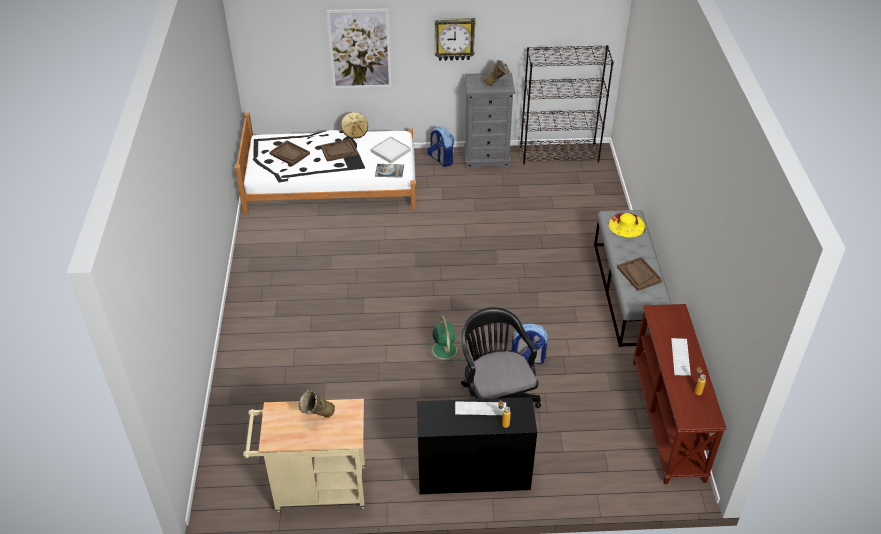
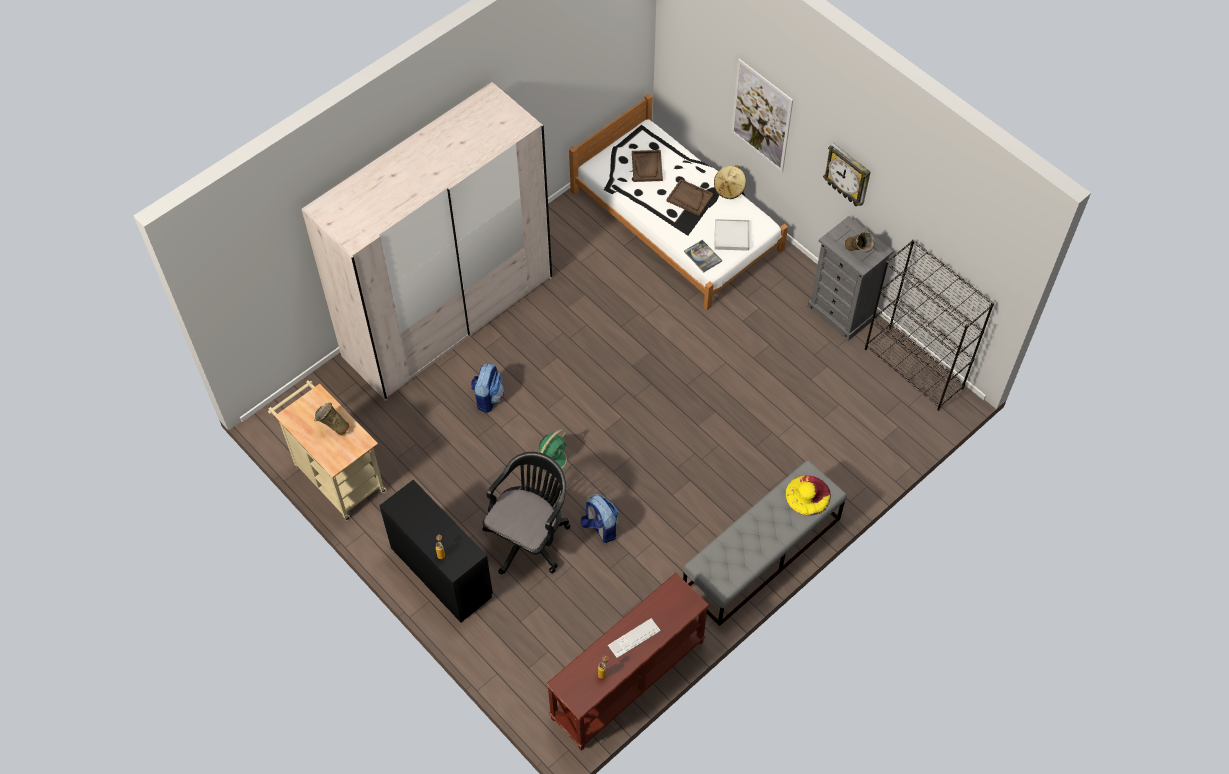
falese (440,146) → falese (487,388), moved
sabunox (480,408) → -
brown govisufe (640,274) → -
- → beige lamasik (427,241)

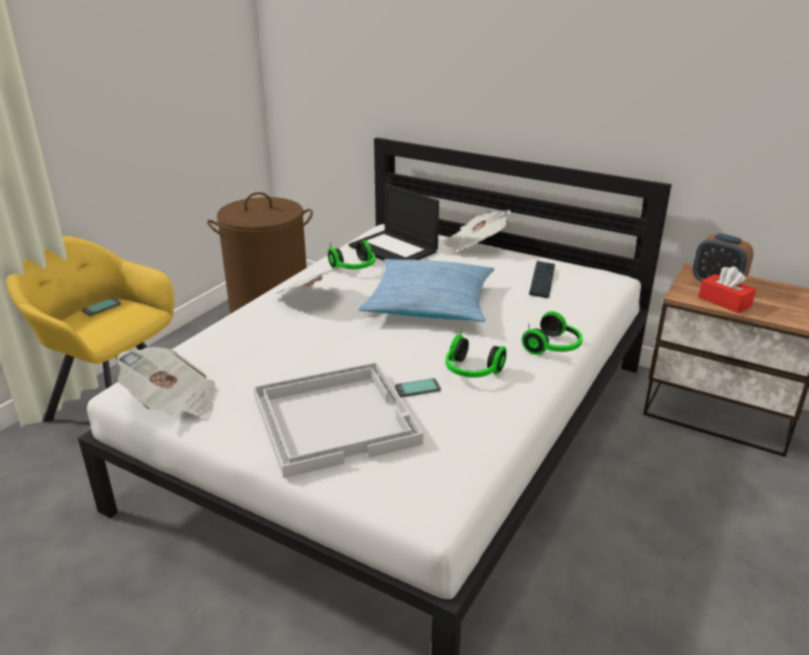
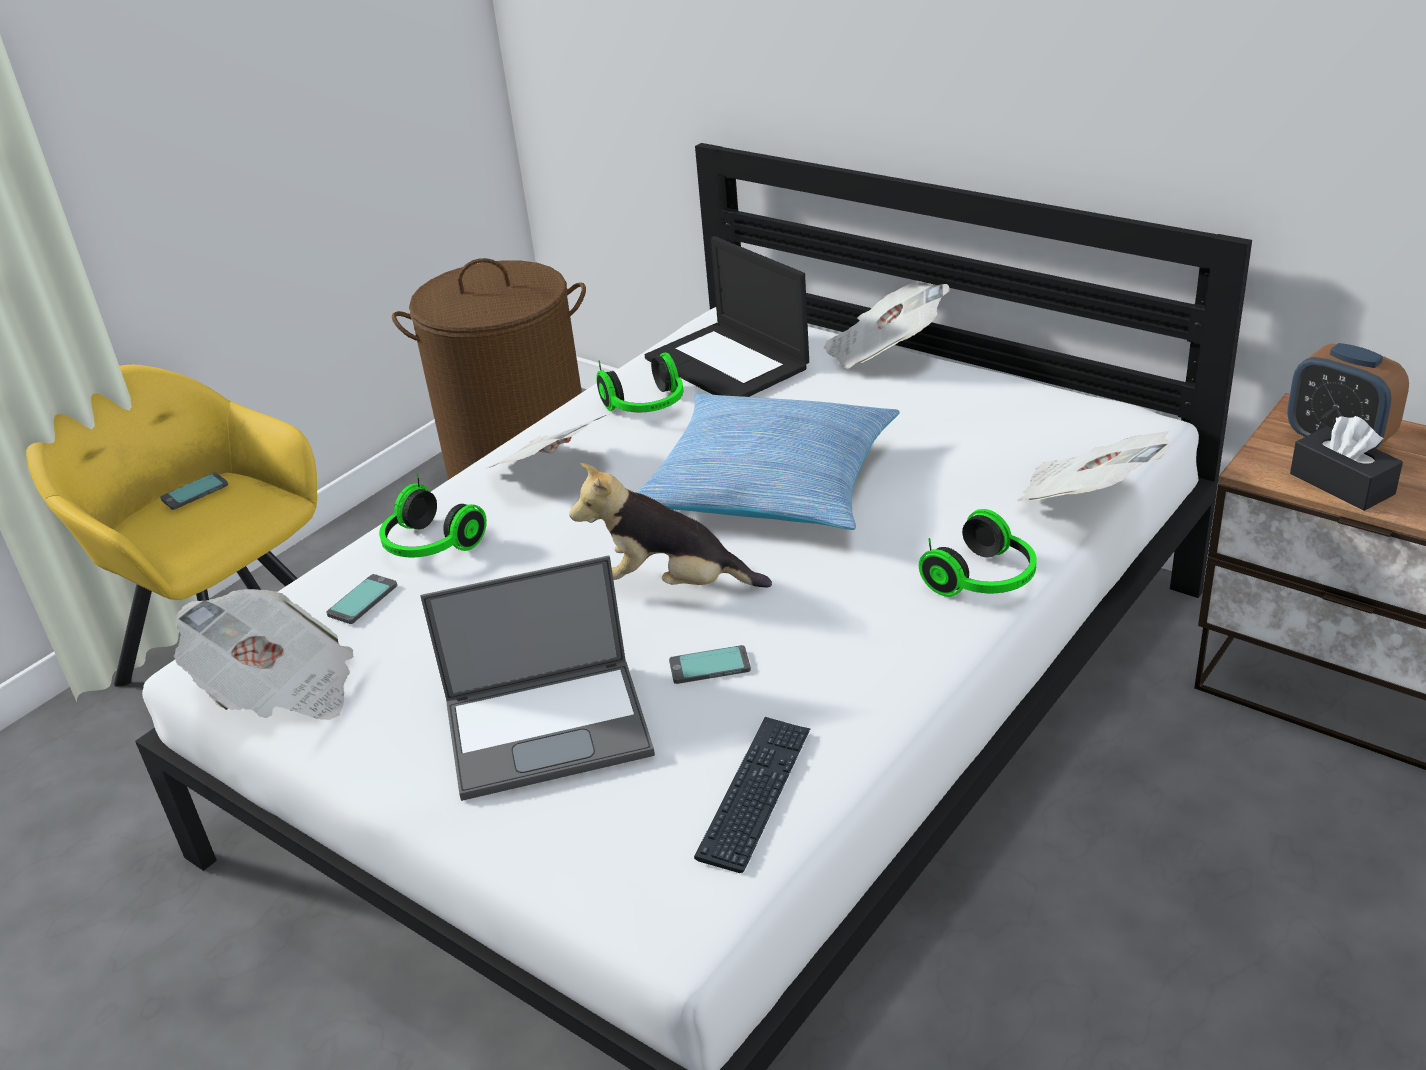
white govisufe (338,420) → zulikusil (537,678)
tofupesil (476,352) → tofupesil (433,515), moved
sabunox (542,279) → sabunox (752,795), moved
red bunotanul (727,289) → black bunotanul (1346,463)
- → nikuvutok (361,599)
- → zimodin (670,525)
- → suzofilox (1094,466)

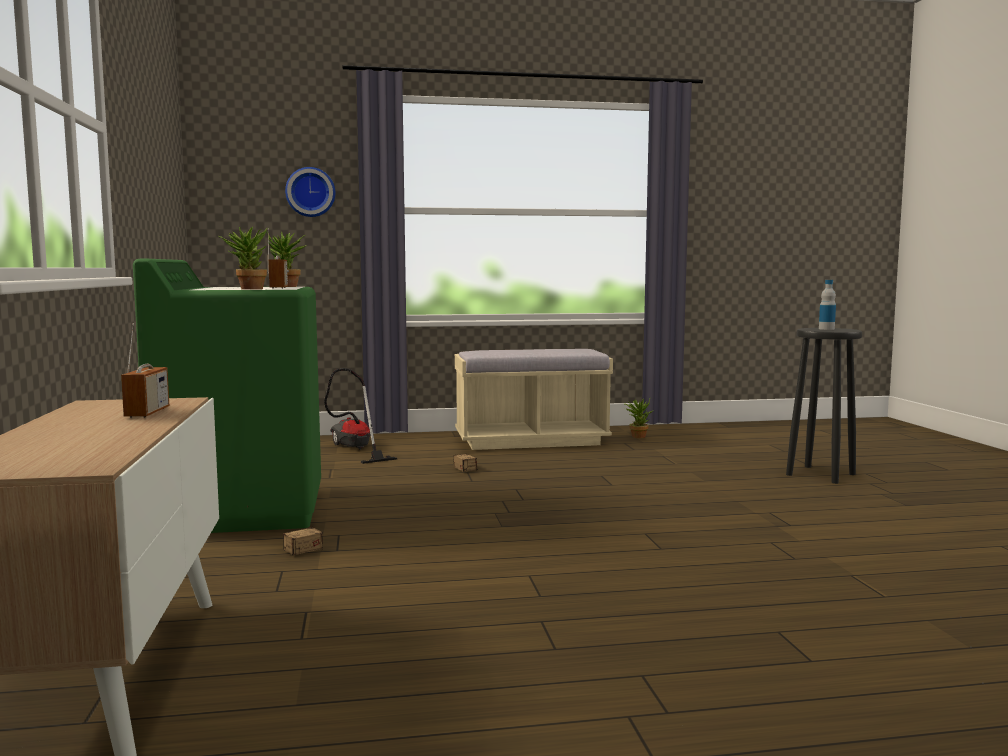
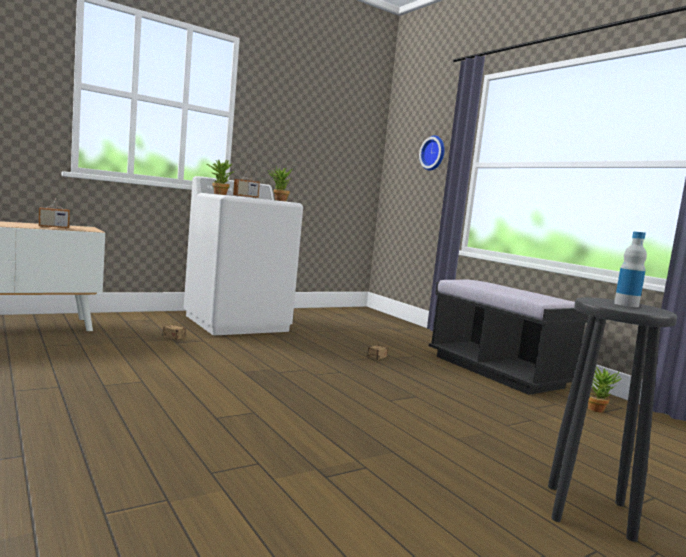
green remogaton (227,396) → white remogaton (243,255)
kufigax (360,416) → -
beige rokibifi (534,399) → black rokibifi (509,337)

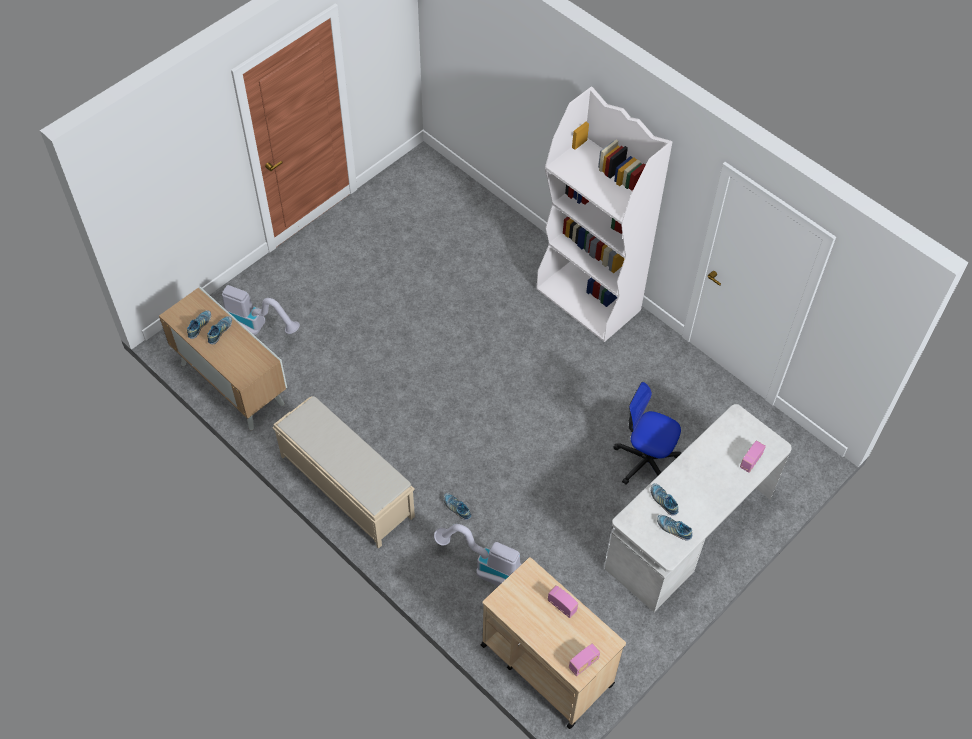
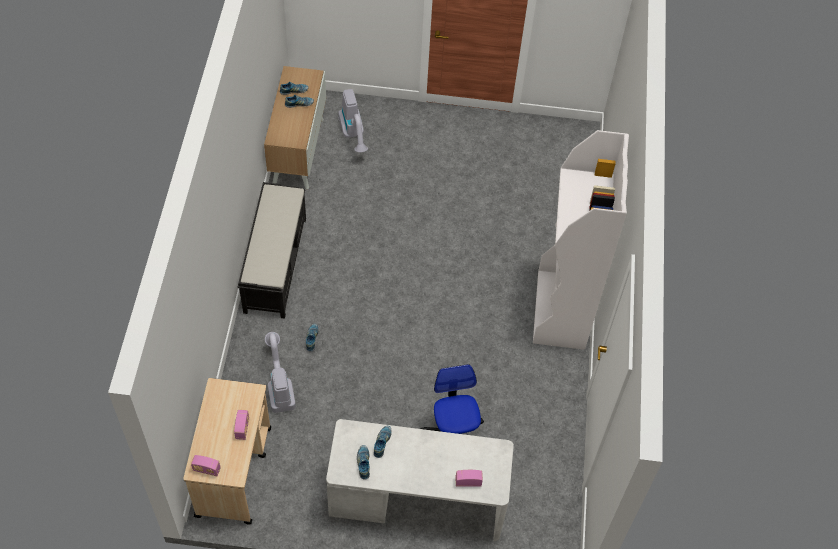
beige rokibifi (343,472) → black rokibifi (272,250)

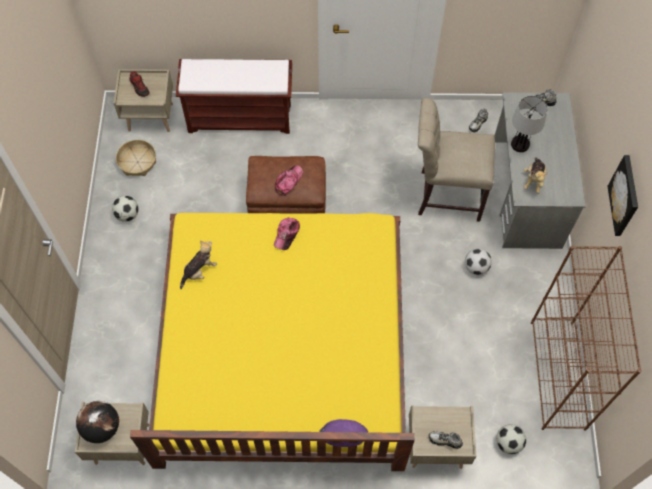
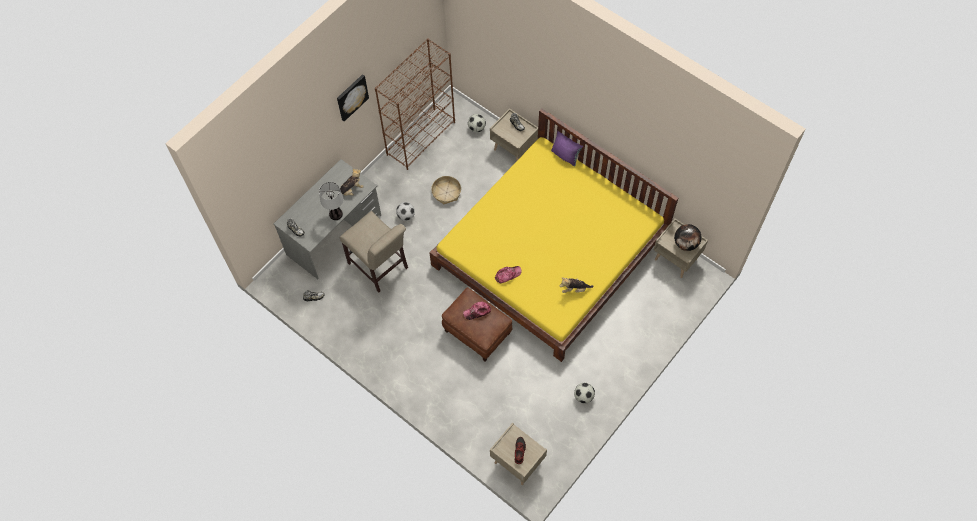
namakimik (136,158) → namakimik (446,190), moved
brown rokibifi (234,96) → -

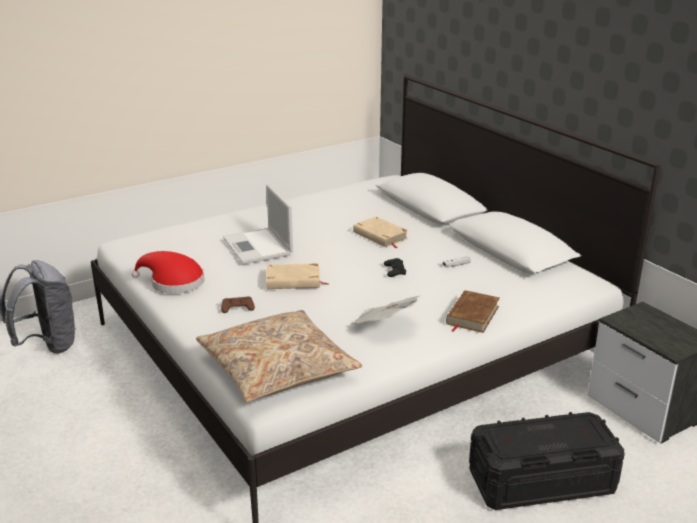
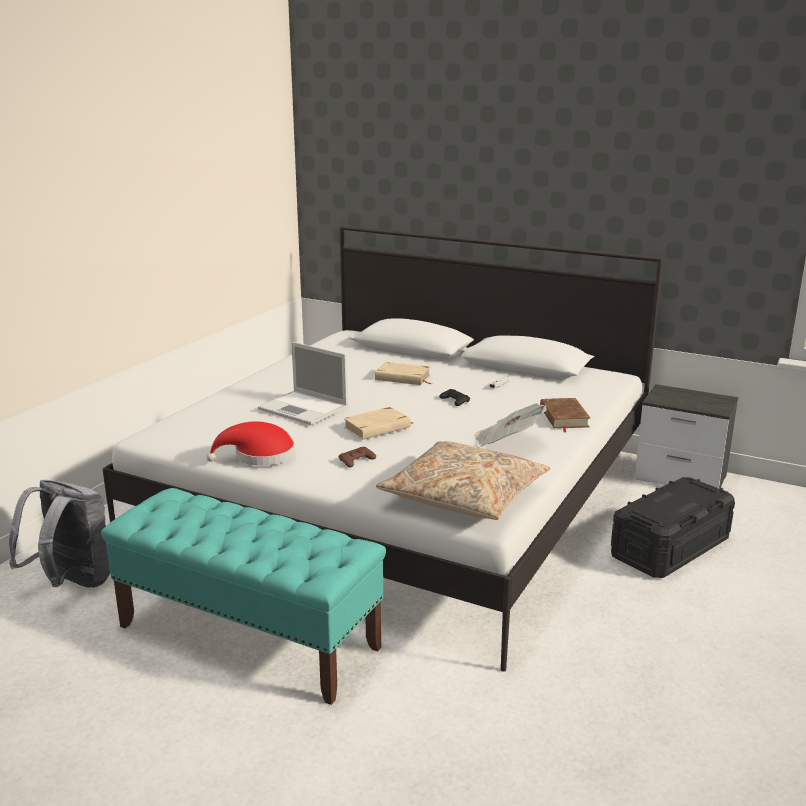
- → turquoise rokibifi (243,596)

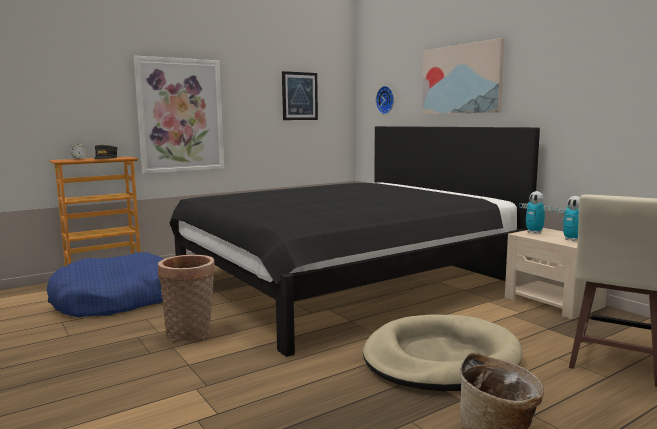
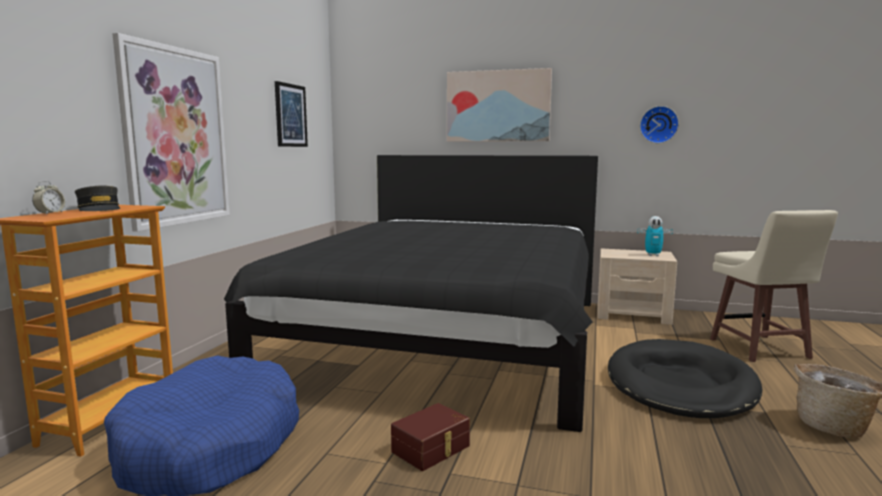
namakimik (186,298) → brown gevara (430,437)
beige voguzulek (442,352) → black voguzulek (685,378)
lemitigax (385,100) → lemitigax (659,124), moved
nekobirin (536,212) → -

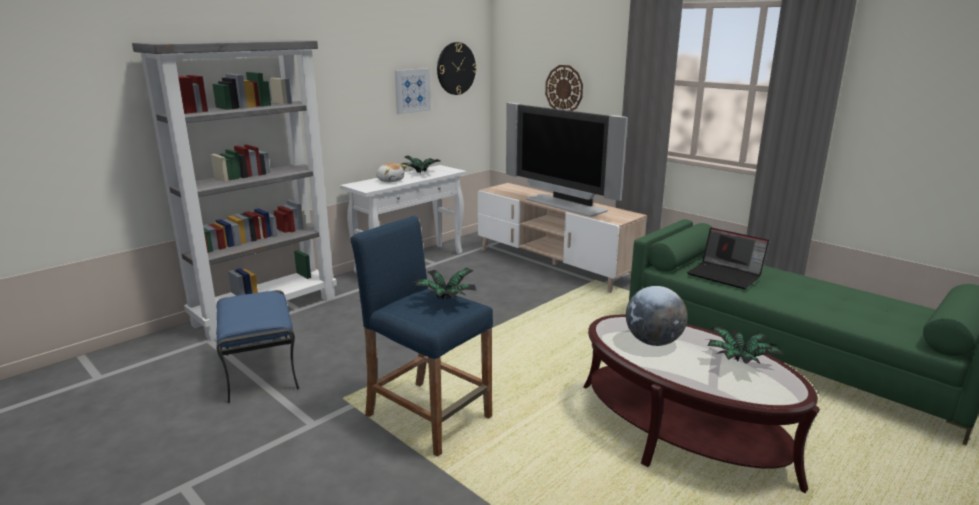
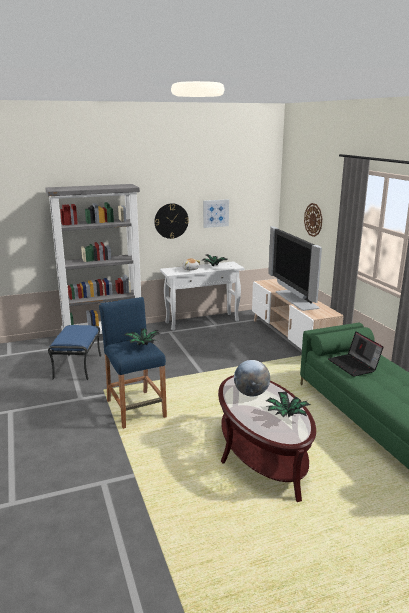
lemitigax (457,68) → lemitigax (171,221), moved

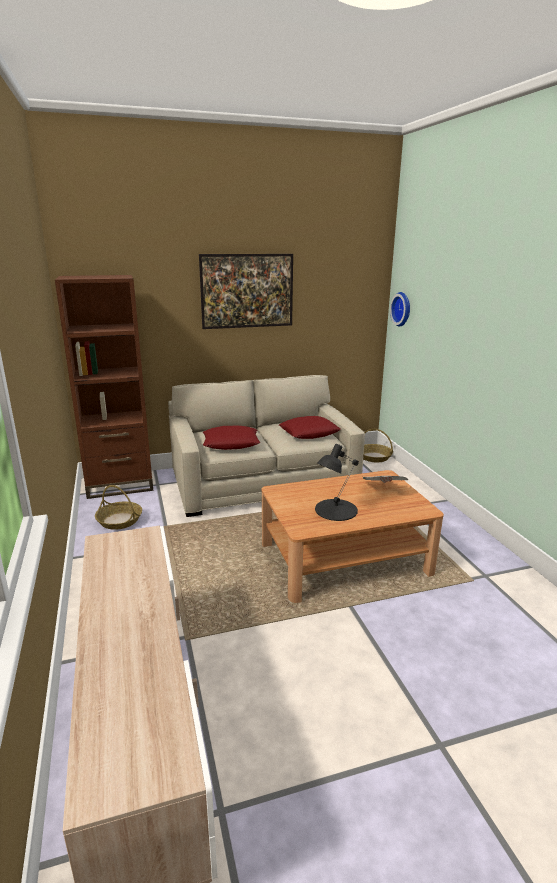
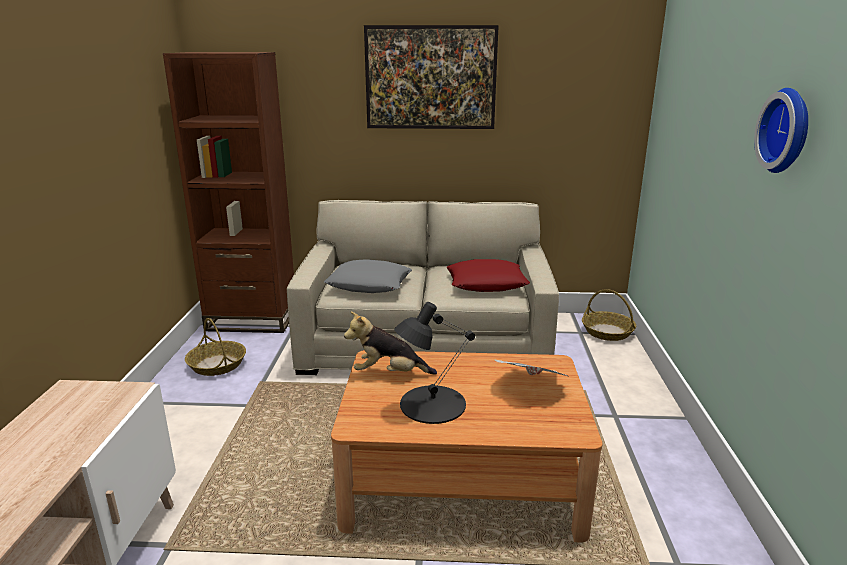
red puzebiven (231,437) → grey puzebiven (368,276)
lemitigax (400,309) → lemitigax (781,130), moved
- → zimodin (390,343)

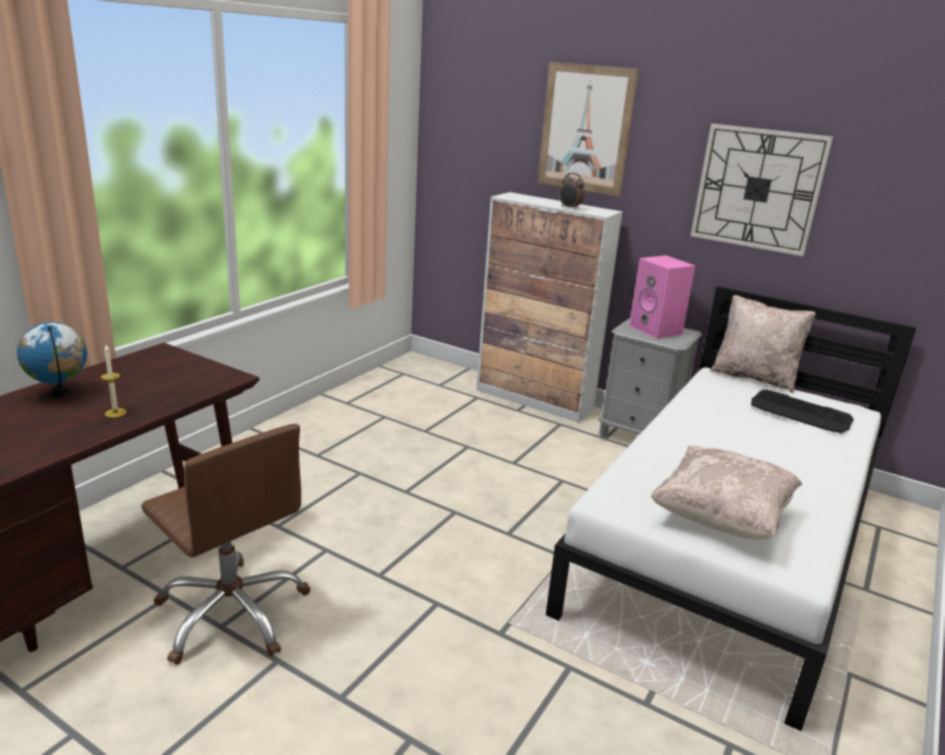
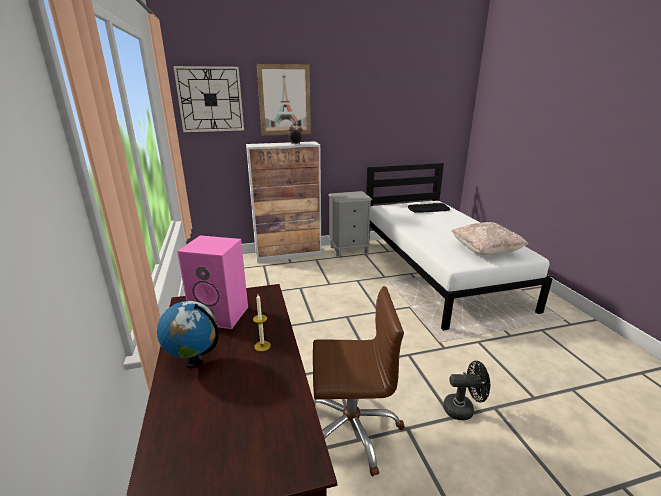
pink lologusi (662,297) → pink lologusi (212,282), moved
lemitigax (762,190) → lemitigax (208,99), moved
beige puzebiven (763,344) → -
- → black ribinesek (466,390)

